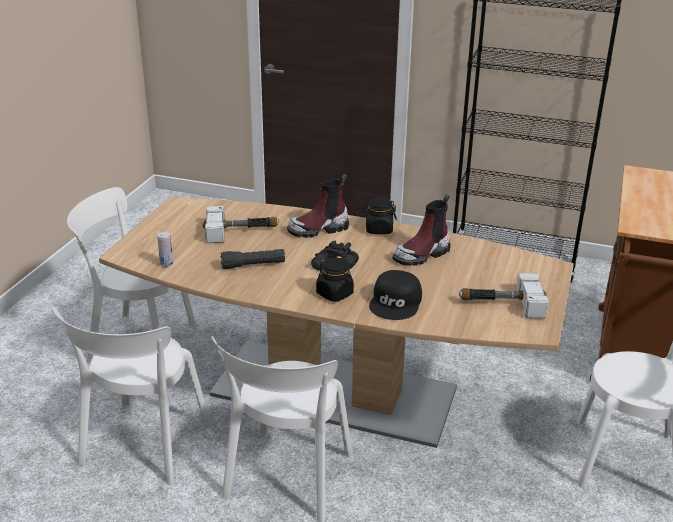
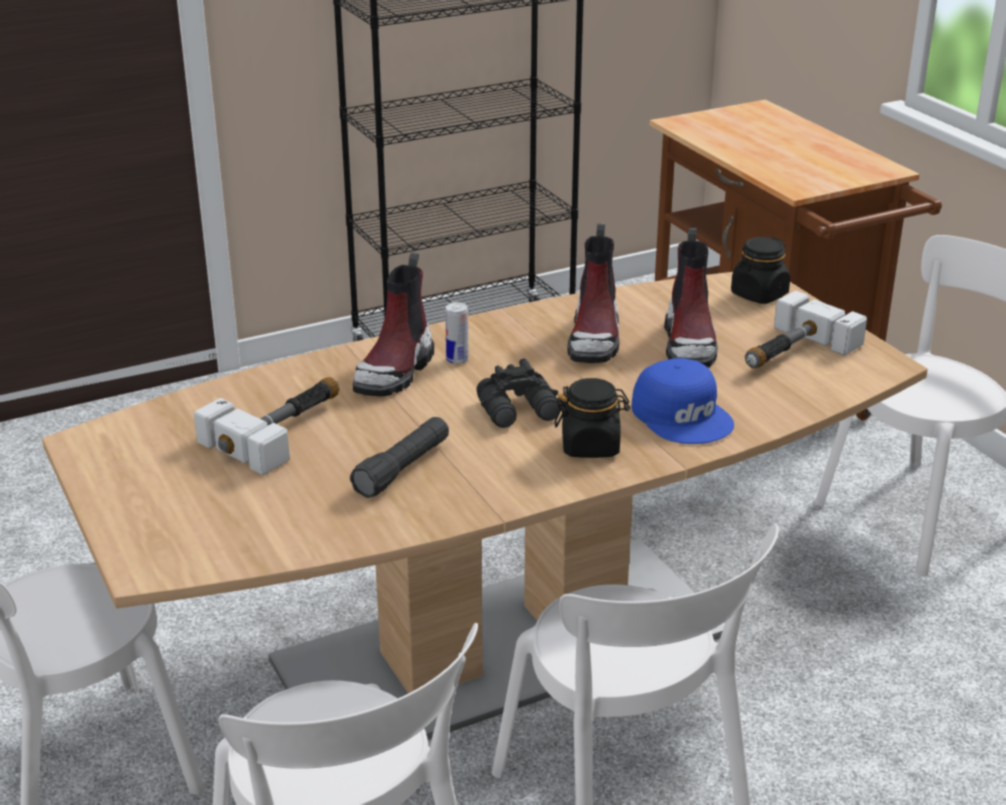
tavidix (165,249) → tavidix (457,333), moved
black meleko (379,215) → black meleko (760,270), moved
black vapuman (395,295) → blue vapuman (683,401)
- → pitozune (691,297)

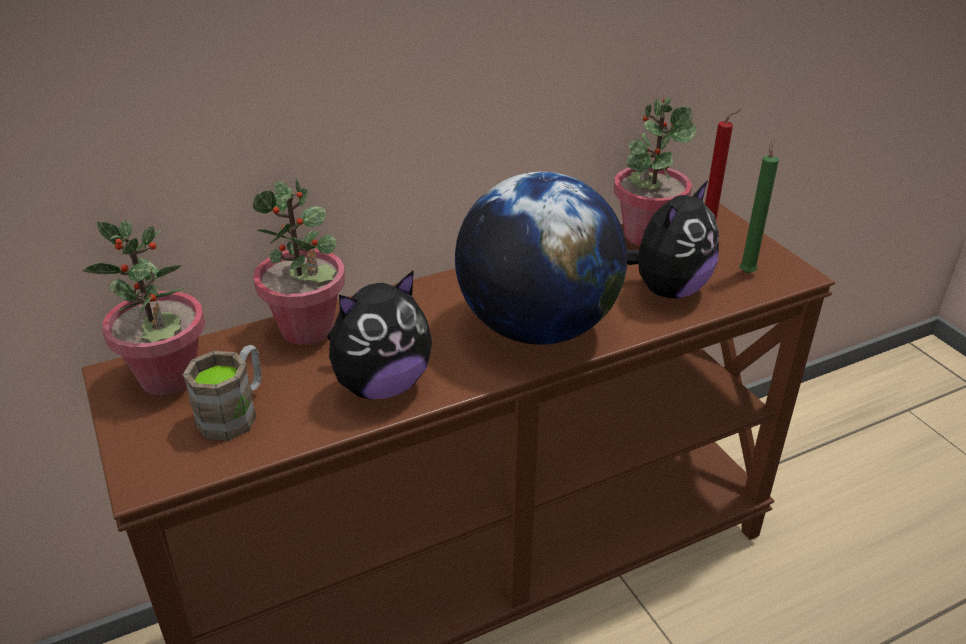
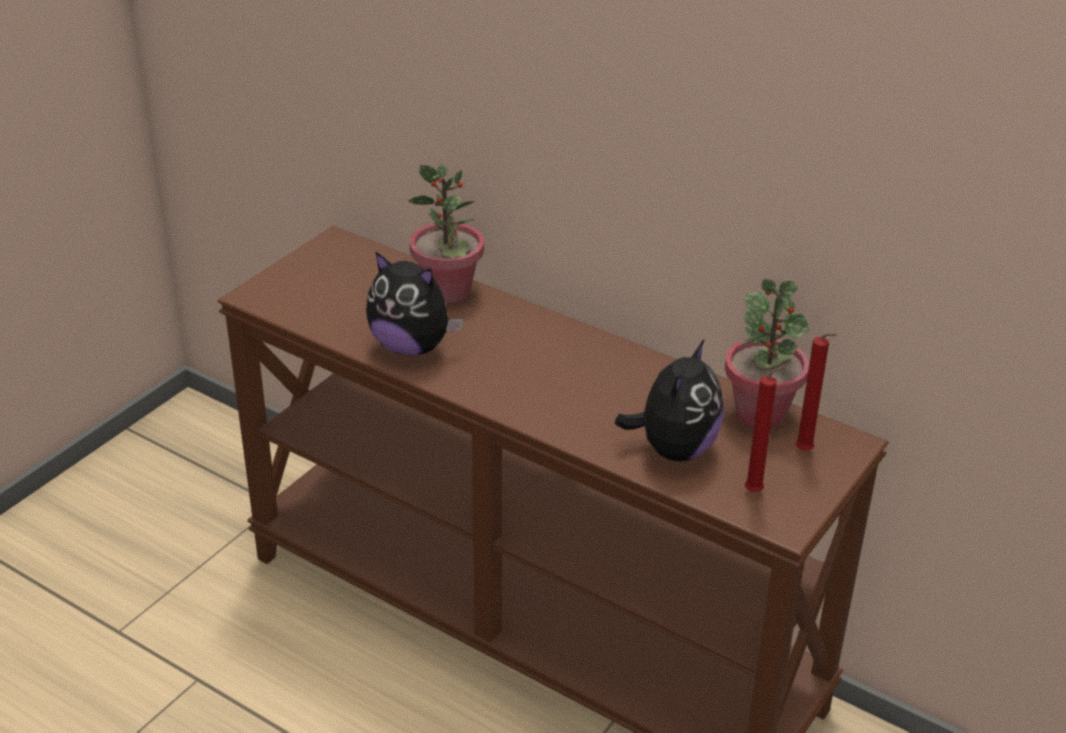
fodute (144,307) → -
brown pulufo (222,393) → -
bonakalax (541,258) → -
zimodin (673,239) → zimodin (669,400), 75 degrees counterclockwise
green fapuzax (759,205) → red fapuzax (765,428)

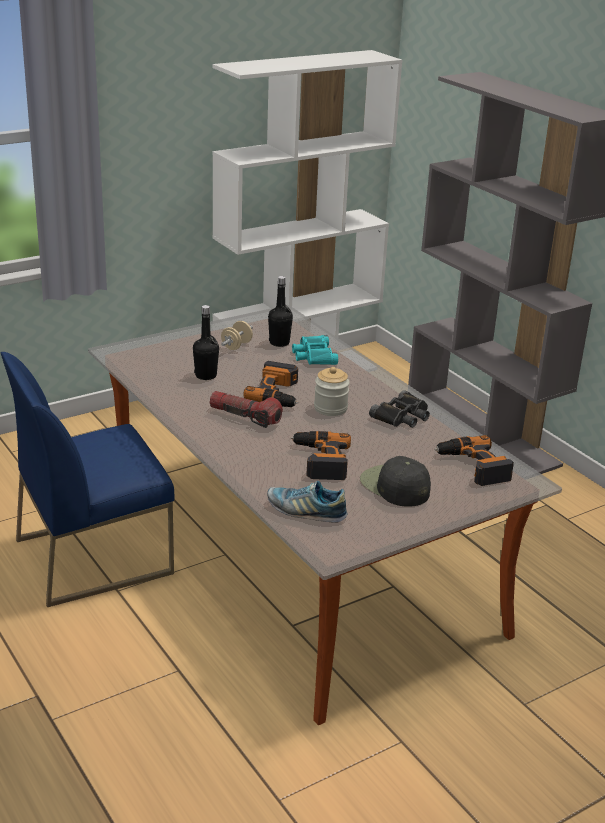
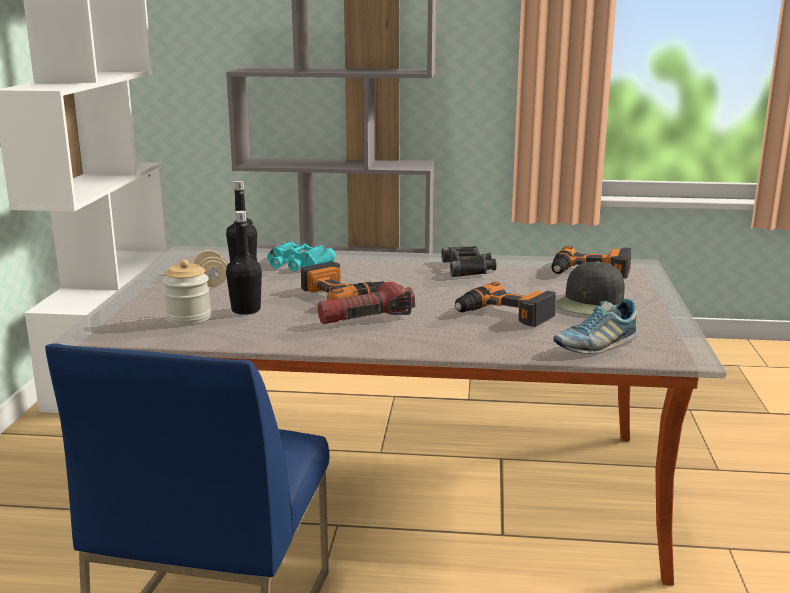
meleko (332,391) → meleko (186,292), moved
black vapuman (395,481) → black vapuman (590,288), 60 degrees counterclockwise

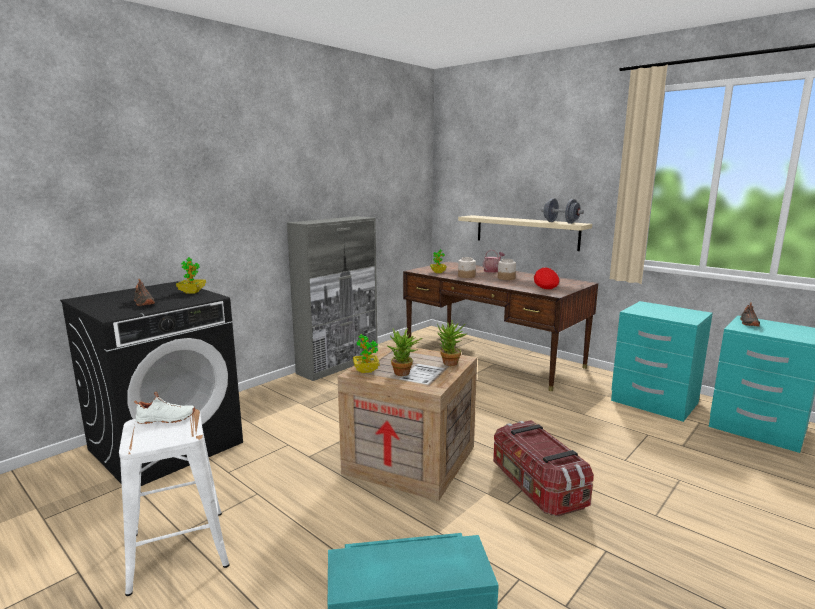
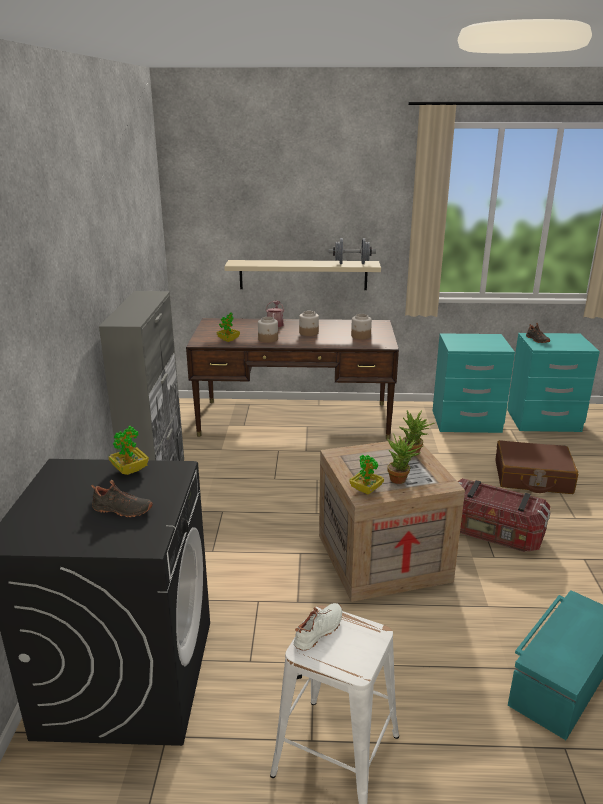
red vapuman (546,278) → meleko (361,326)
- → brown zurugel (536,467)

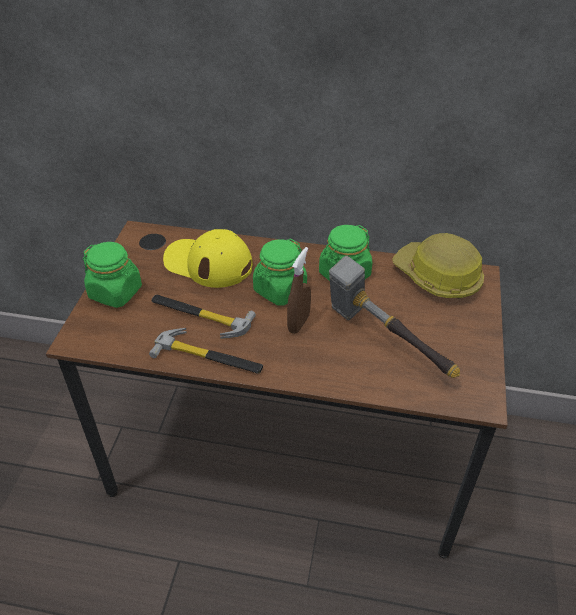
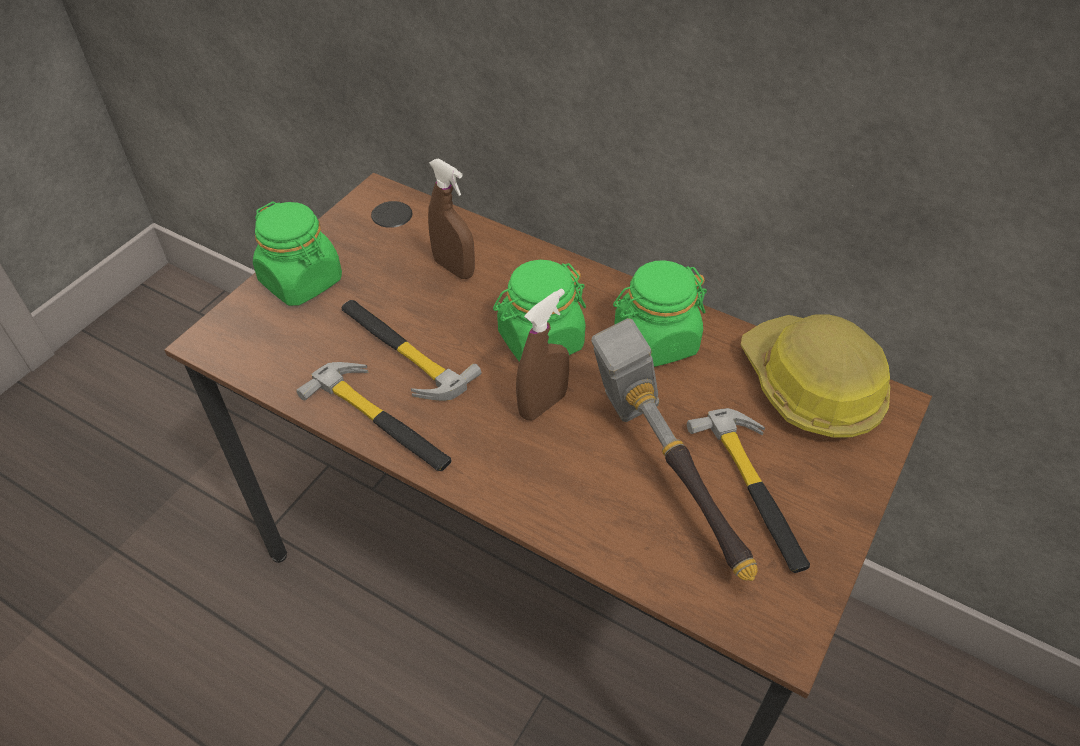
yellow vapuman (208,258) → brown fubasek (451,218)
- → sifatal (748,490)

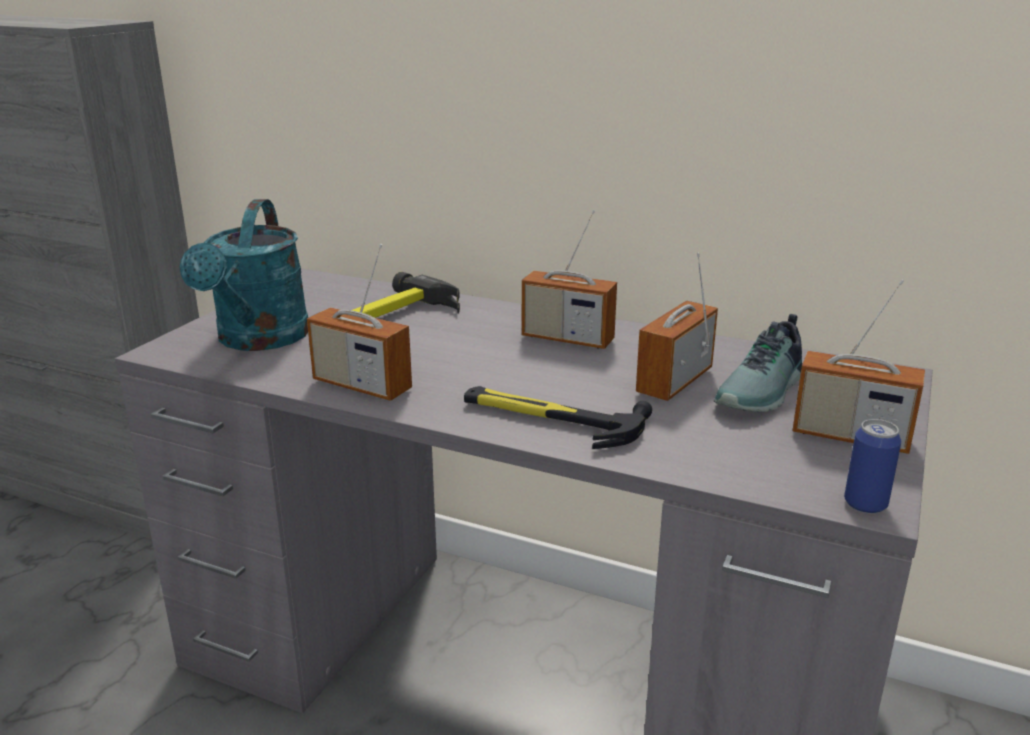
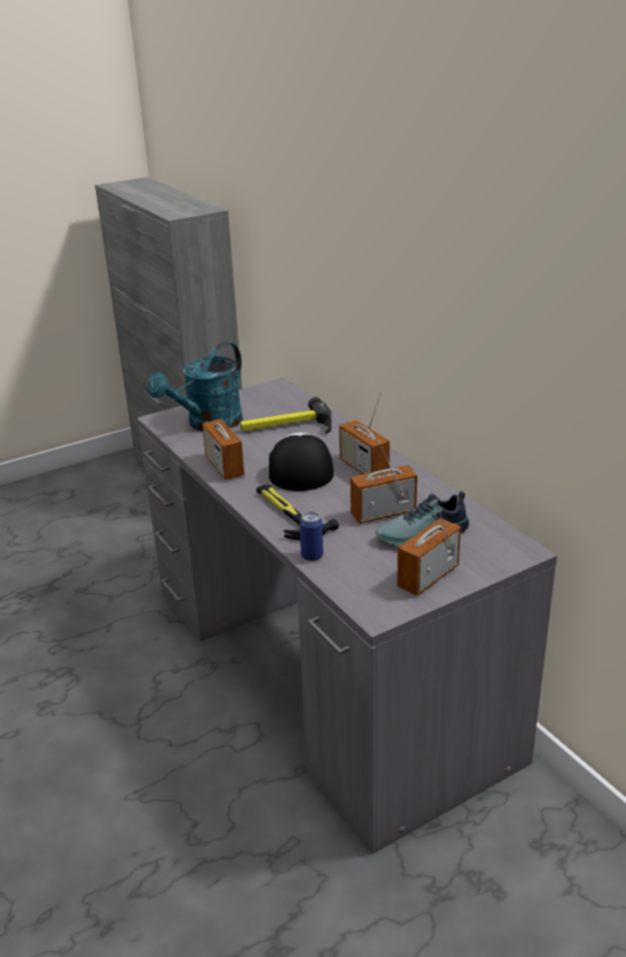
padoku (858,367) → padoku (429,548), 75 degrees clockwise
tavidix (873,466) → tavidix (311,536), moved
- → vapuman (301,461)

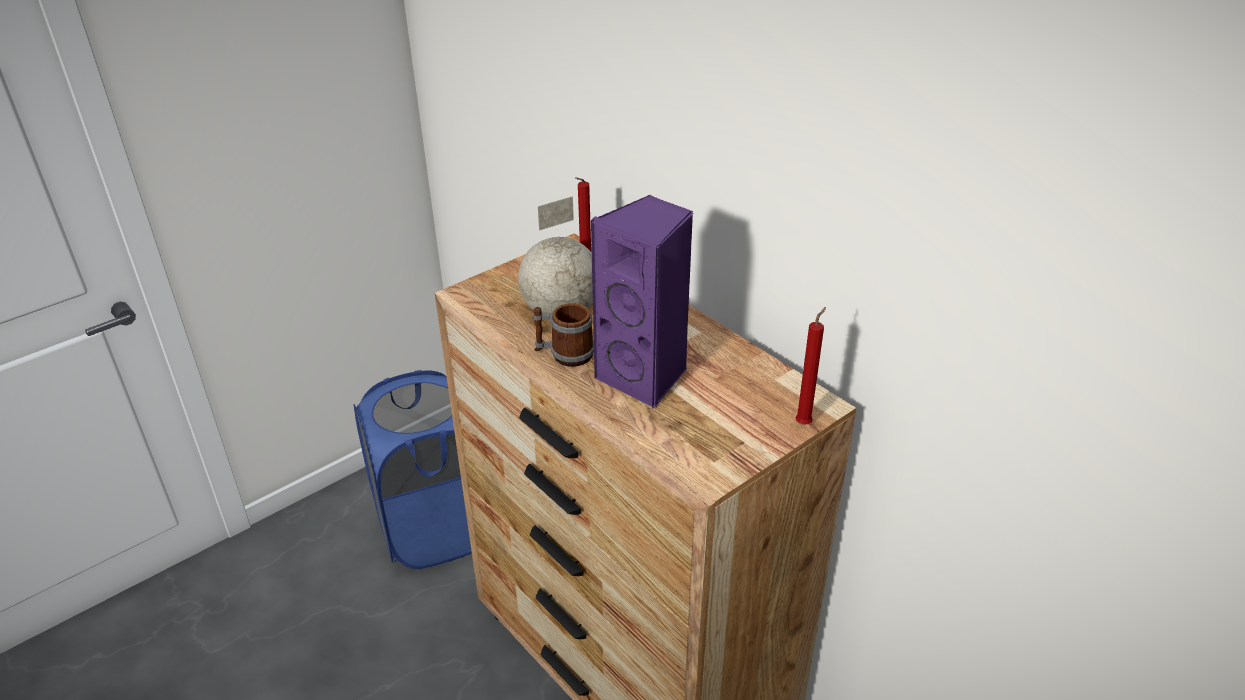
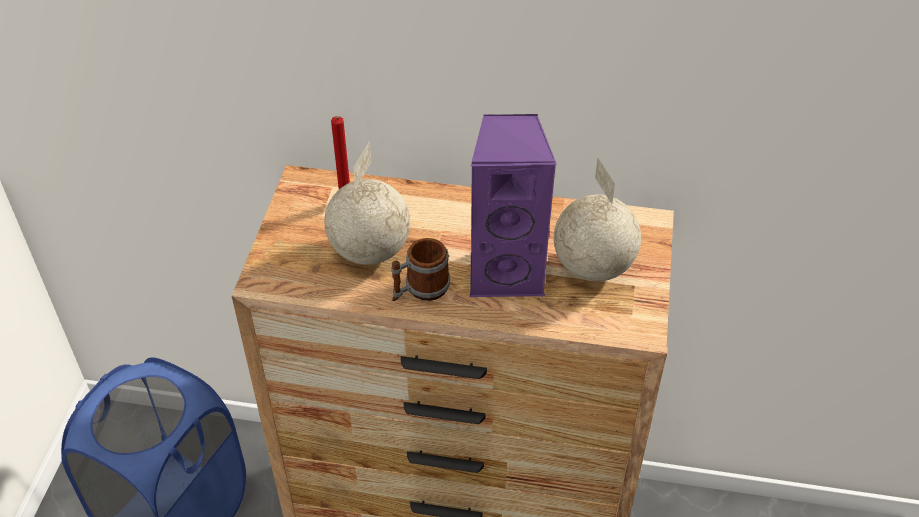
red fapuzax (810,366) → -
- → bonakalax (597,219)

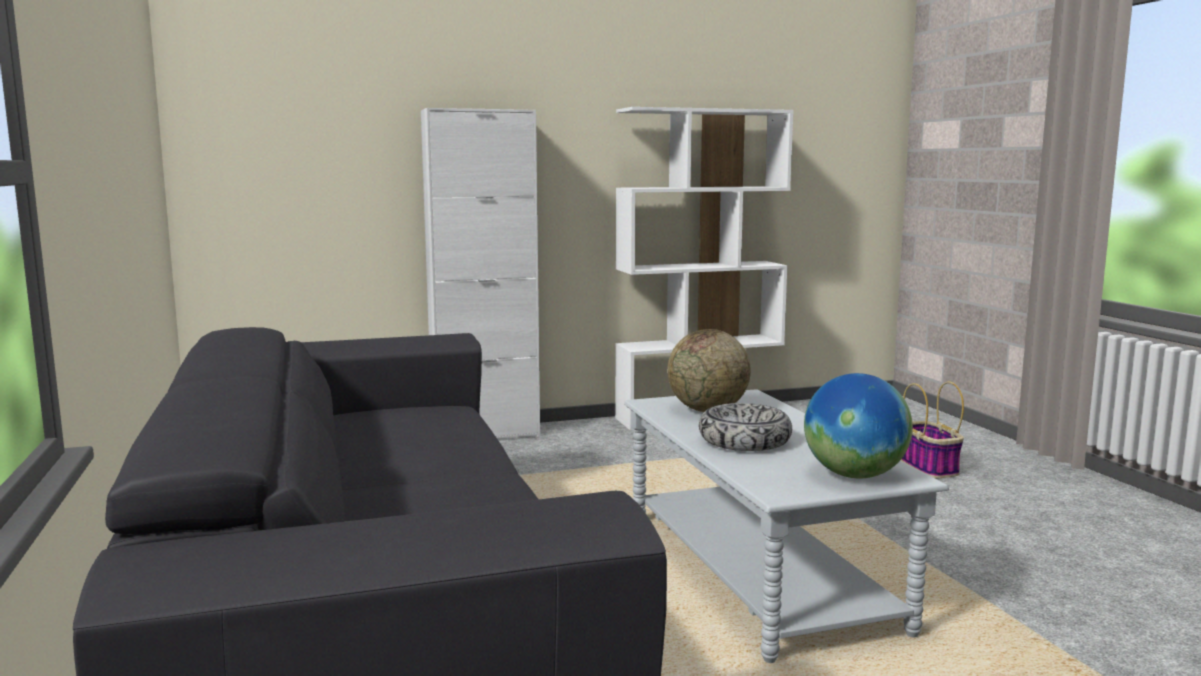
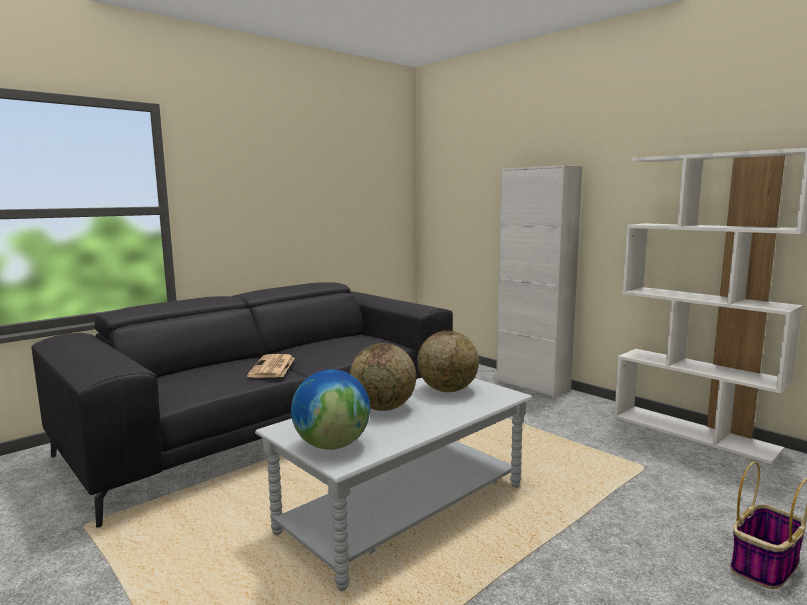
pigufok (745,427) → bonakalax (383,377)
- → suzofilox (271,366)

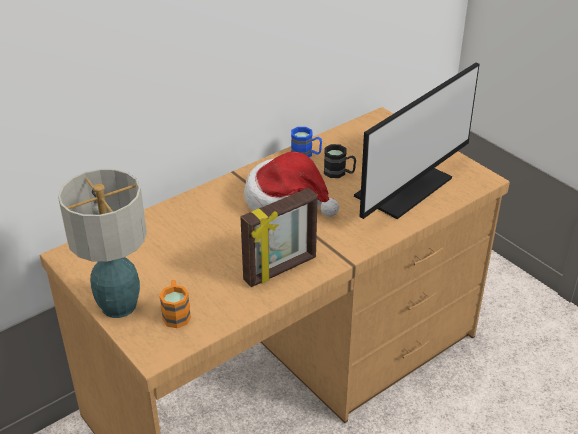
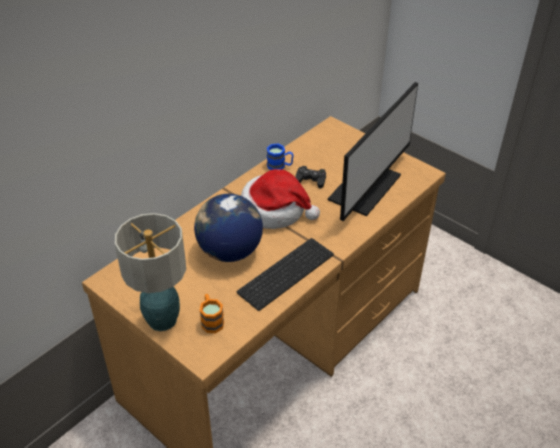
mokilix (279,237) → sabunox (285,274)
black pulufo (340,161) → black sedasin (310,177)
- → bonakalax (228,228)

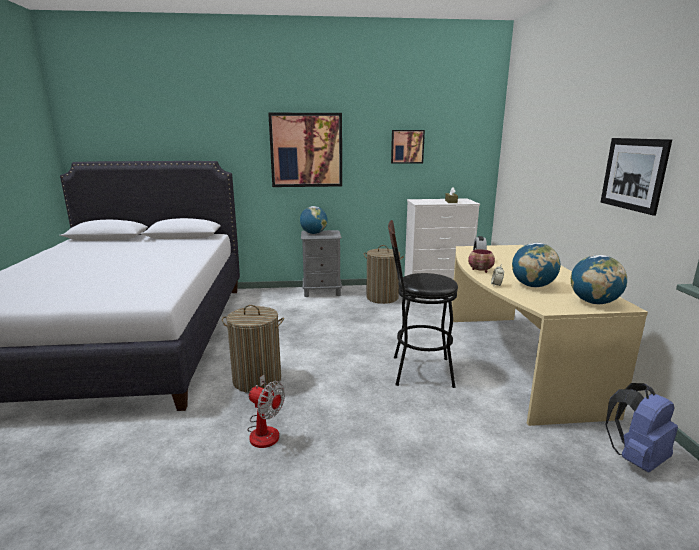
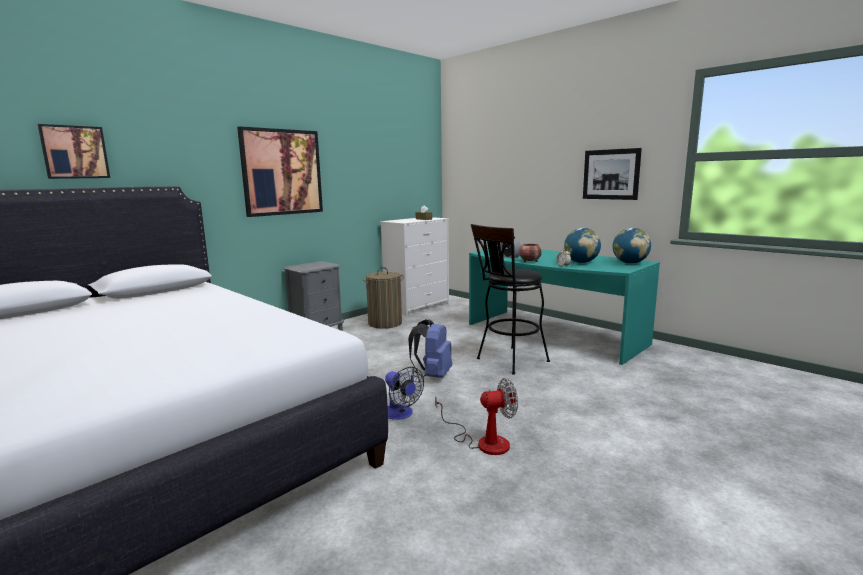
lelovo (253,349) → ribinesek (404,393)
bonakalax (314,220) → -
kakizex (408,147) → kakizex (74,151), moved
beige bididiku (550,335) → turquoise bididiku (564,307)
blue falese (642,427) → blue falese (430,348), moved

